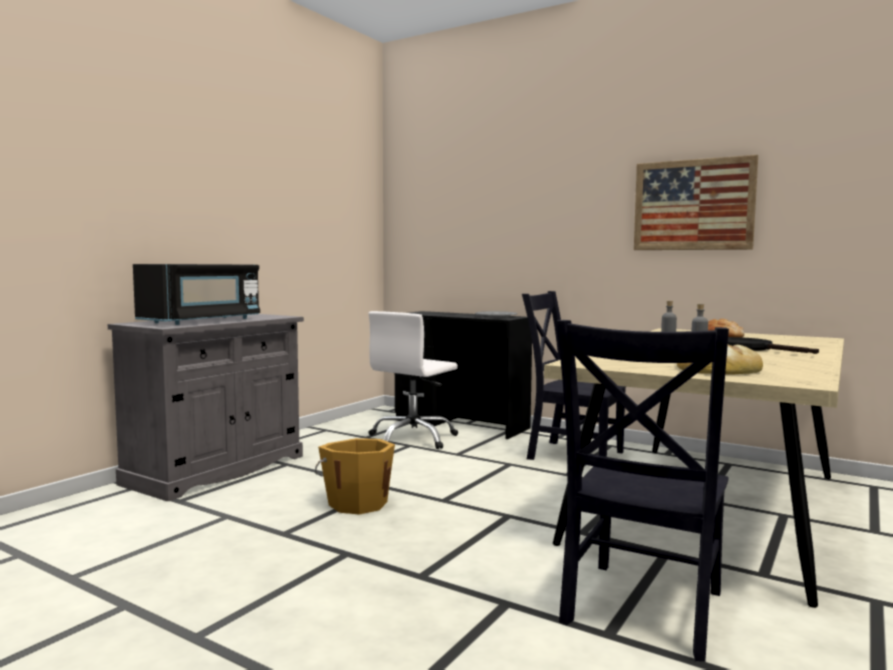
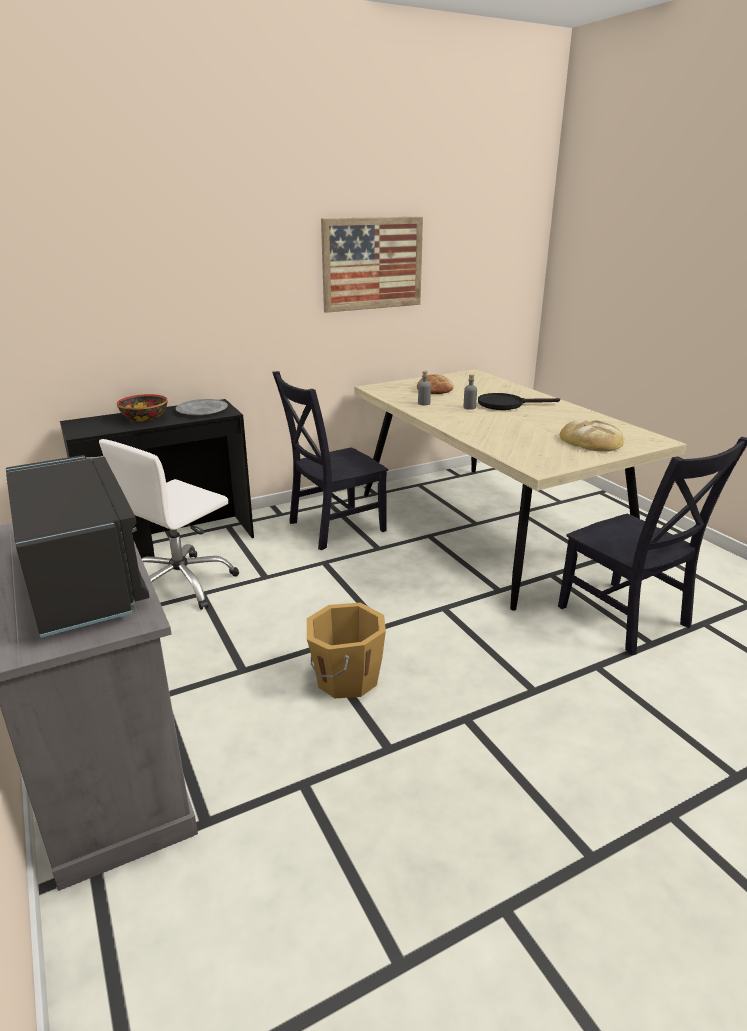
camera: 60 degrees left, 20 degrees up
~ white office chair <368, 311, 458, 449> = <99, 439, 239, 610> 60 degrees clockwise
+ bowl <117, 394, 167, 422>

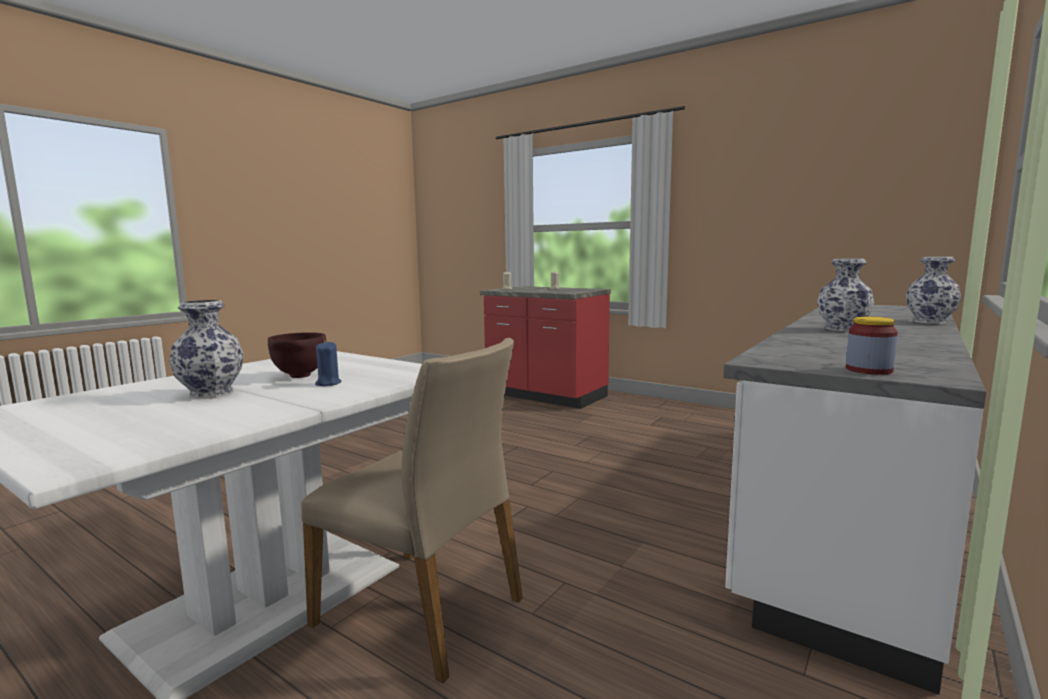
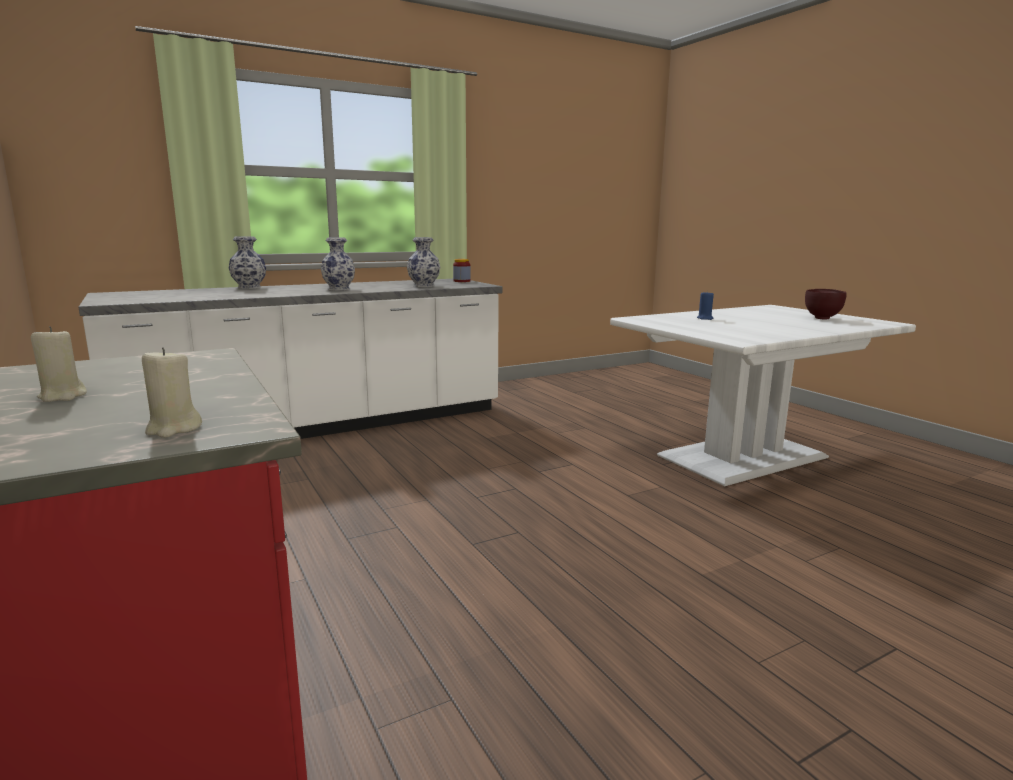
camera: 155 degrees left, 5 degrees up
~ vase <169, 300, 244, 399> to <407, 237, 440, 287>
~ brown bowl <268, 332, 326, 378> to <805, 289, 847, 319>
- beige chair <301, 338, 523, 683>

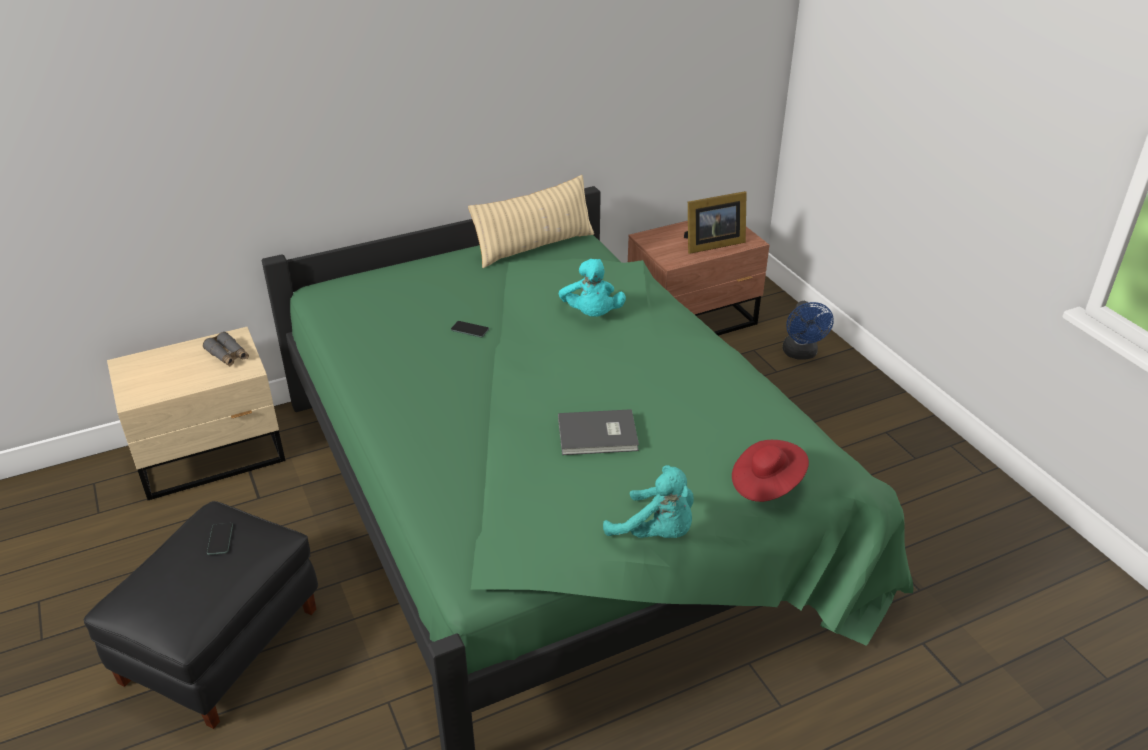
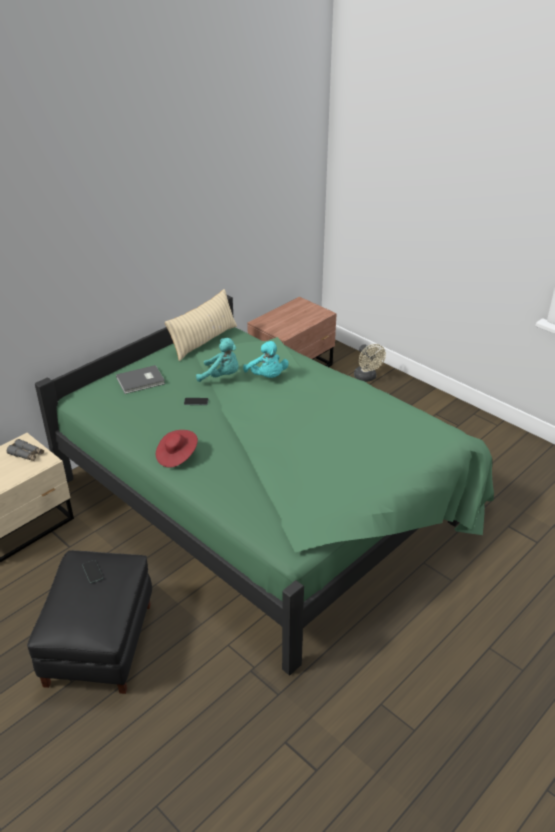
camera: 20 degrees left, 0 degrees up
~ grey book <558, 409, 639, 455> to <116, 365, 165, 394>
~ turquoise plush toy <603, 465, 694, 538> to <196, 338, 239, 382>
- picture frame <684, 191, 747, 254>
~ red hat <732, 440, 809, 502> to <156, 430, 198, 468>
~ blue fan <783, 301, 834, 360> to beige fan <354, 344, 386, 382>

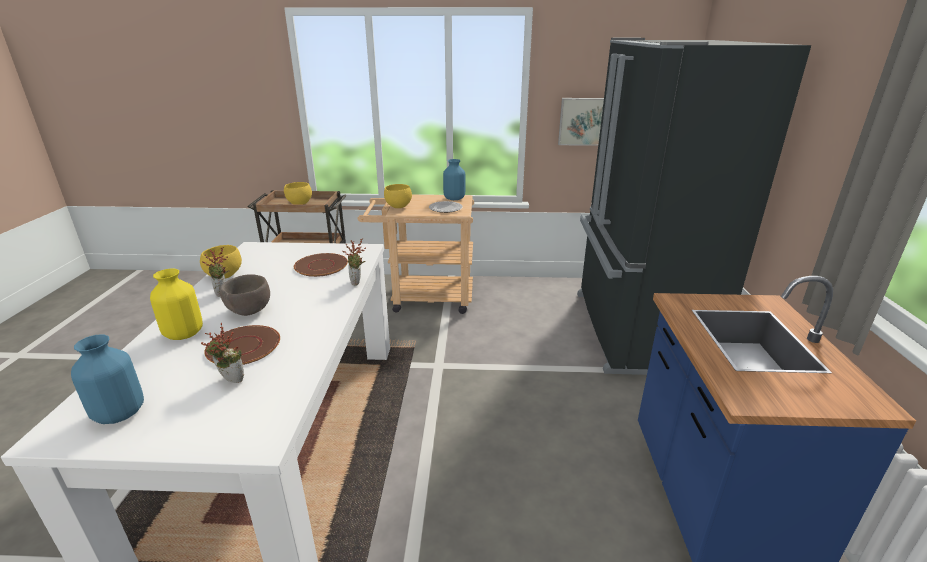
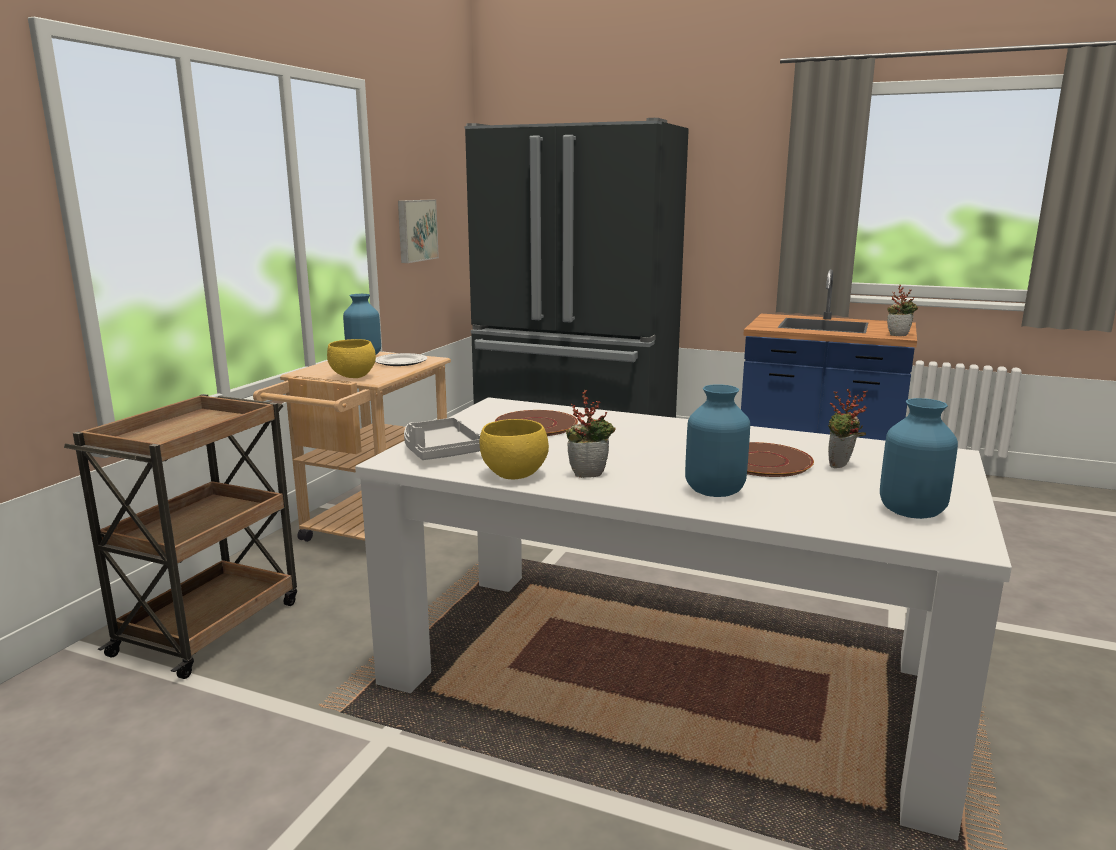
camera: 70 degrees left, 10 degrees down
~ yellow vase <150, 269, 203, 340> to blue vase <685, 384, 750, 497>
- brown bowl <220, 274, 270, 316>
- yellow bowl <284, 182, 312, 205>
~ potted plant <342, 238, 366, 286> to <887, 285, 918, 336>
+ grey tray <404, 418, 480, 460>

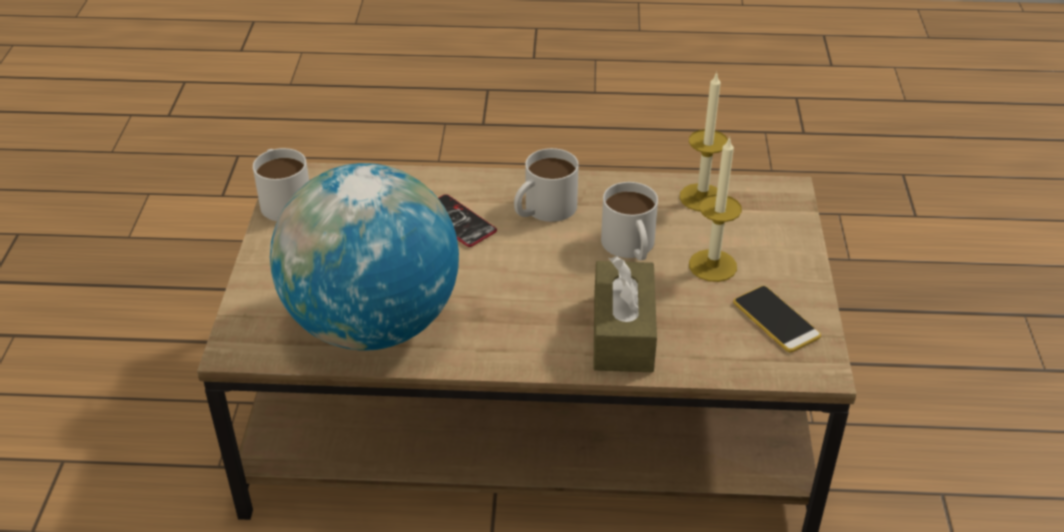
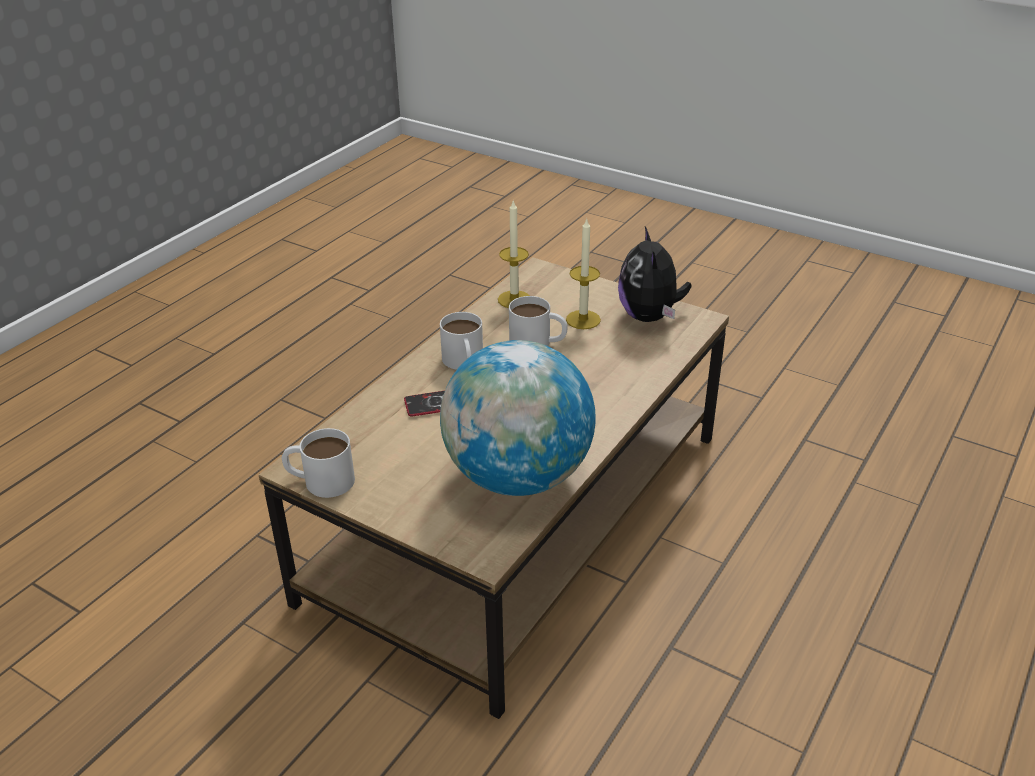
camera: 60 degrees left, 5 degrees down
- brown tissue box <593, 256, 657, 372>
~ phone <733, 286, 821, 352> to plush toy <618, 227, 692, 322>

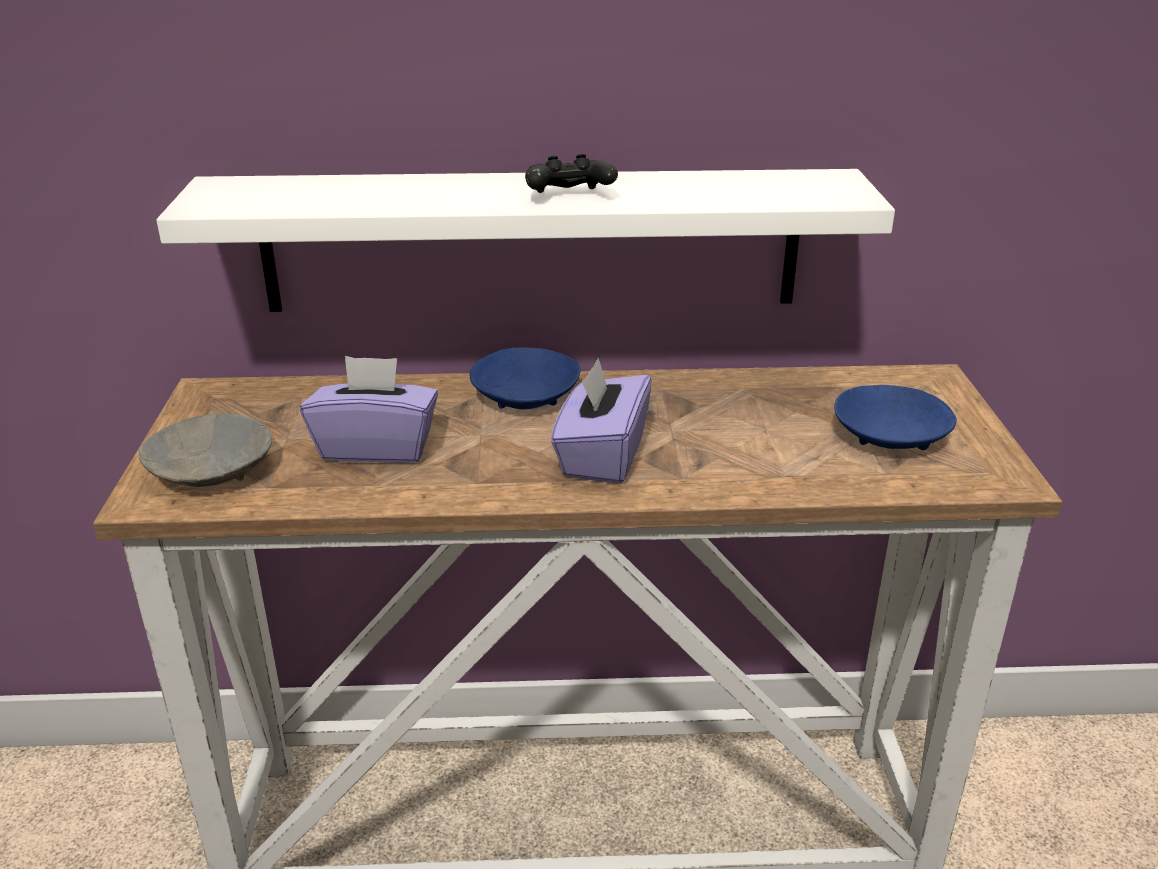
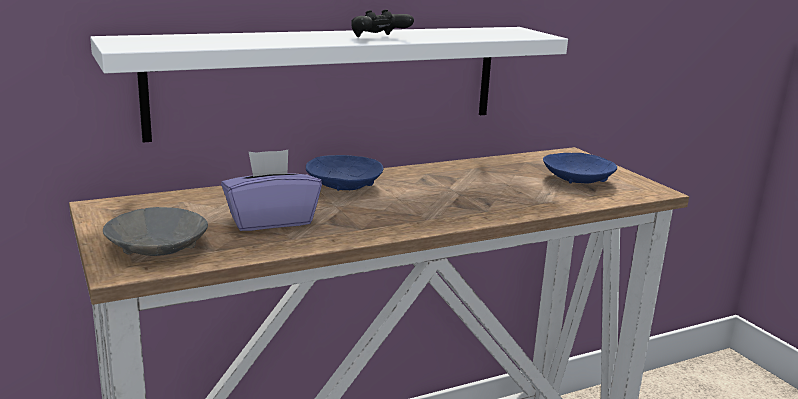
camera: 25 degrees left, 10 degrees down
- purple tissue box <551, 358, 652, 484>

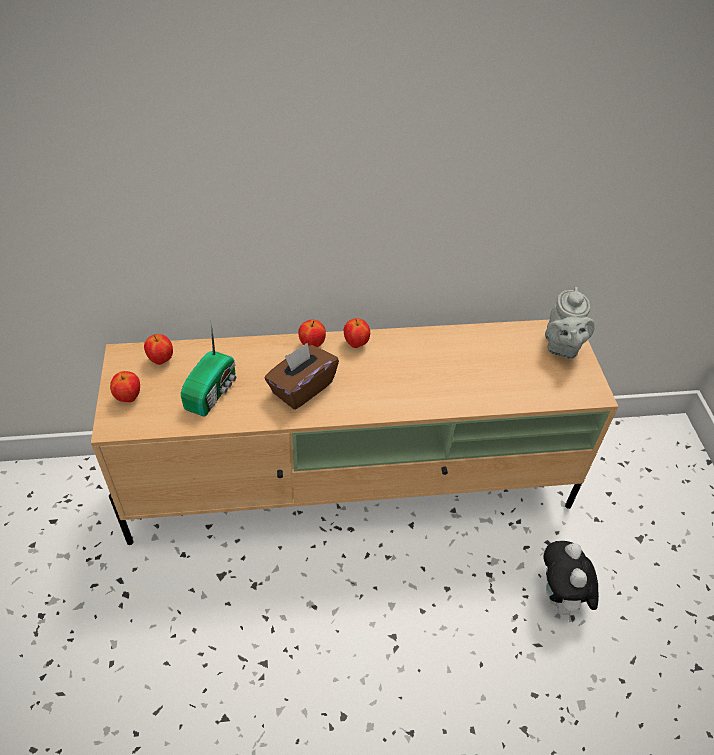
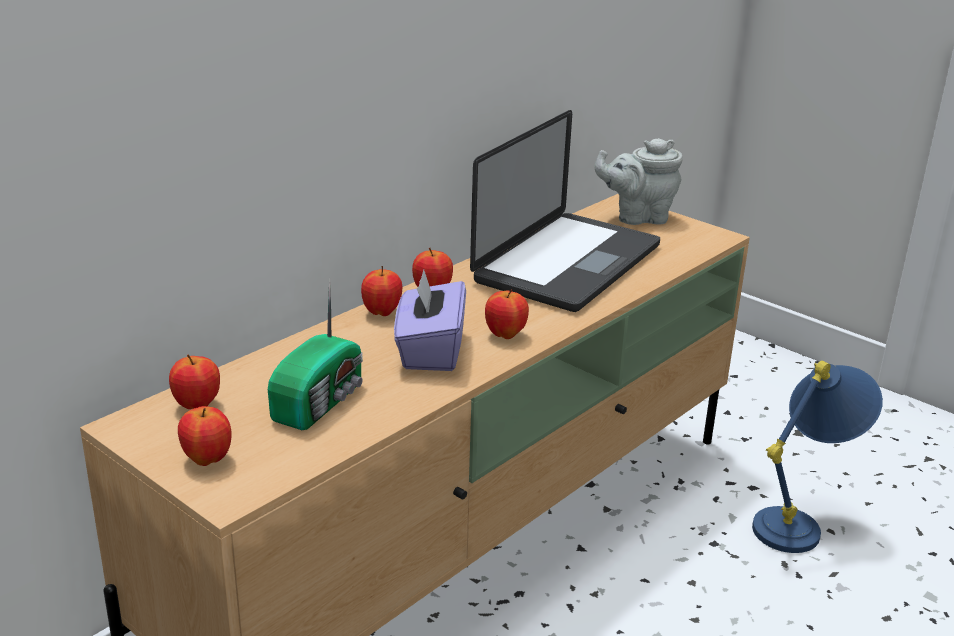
camera: 40 degrees left, 20 degrees down
~ radio <181, 321, 236, 417> = <268, 278, 363, 430> 45 degrees clockwise
~ brown tissue box <265, 342, 339, 410> to purple tissue box <394, 269, 466, 371>
~ plush toy <543, 541, 599, 622> to blue table lamp <752, 360, 883, 553>
~ grey teapot <545, 287, 595, 359> = <595, 138, 683, 225> 120 degrees clockwise
+ laptop <470, 110, 660, 312>
+ apple <485, 289, 529, 339>

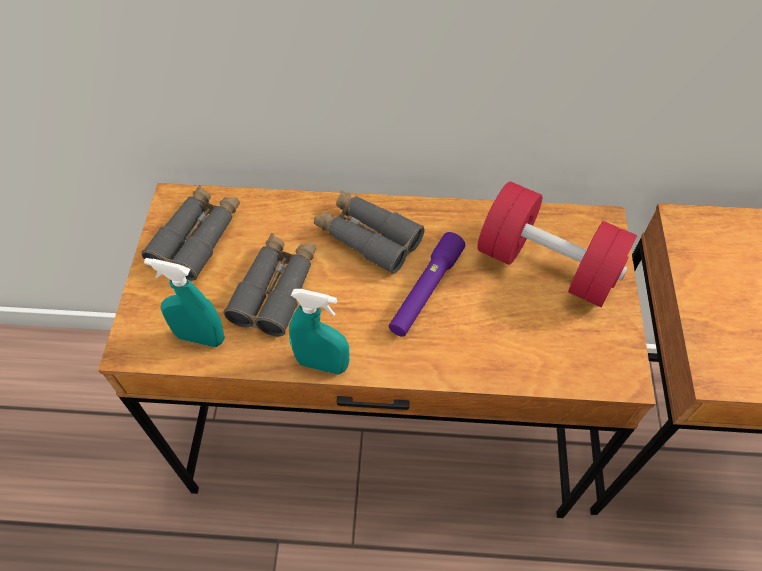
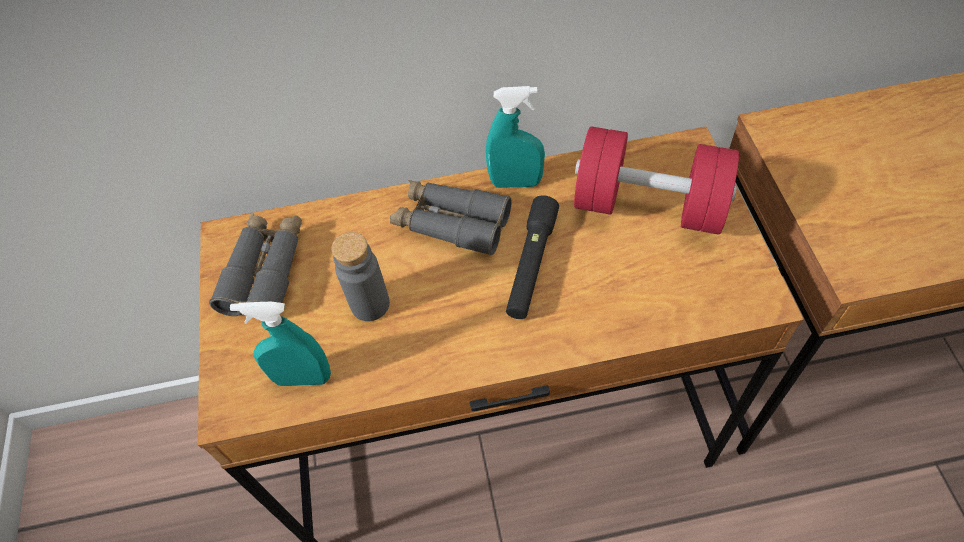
camera: 10 degrees left, 0 degrees up
~ grey binoculars <224, 233, 316, 337> to grey bottle <331, 232, 390, 321>
~ turquoise spray bottle <289, 289, 349, 374> to <486, 86, 545, 188>
~ purple flashlight <389, 232, 465, 337> to black flashlight <506, 195, 559, 319>

